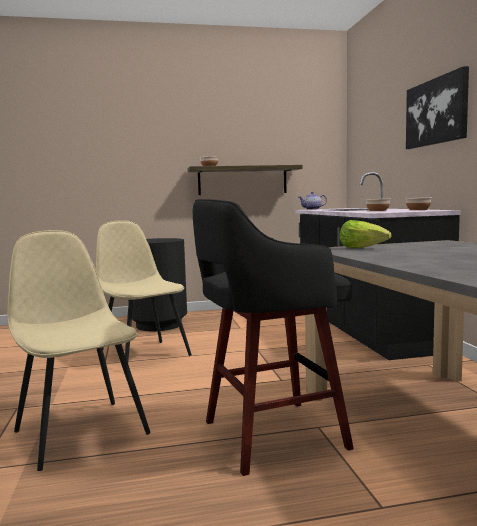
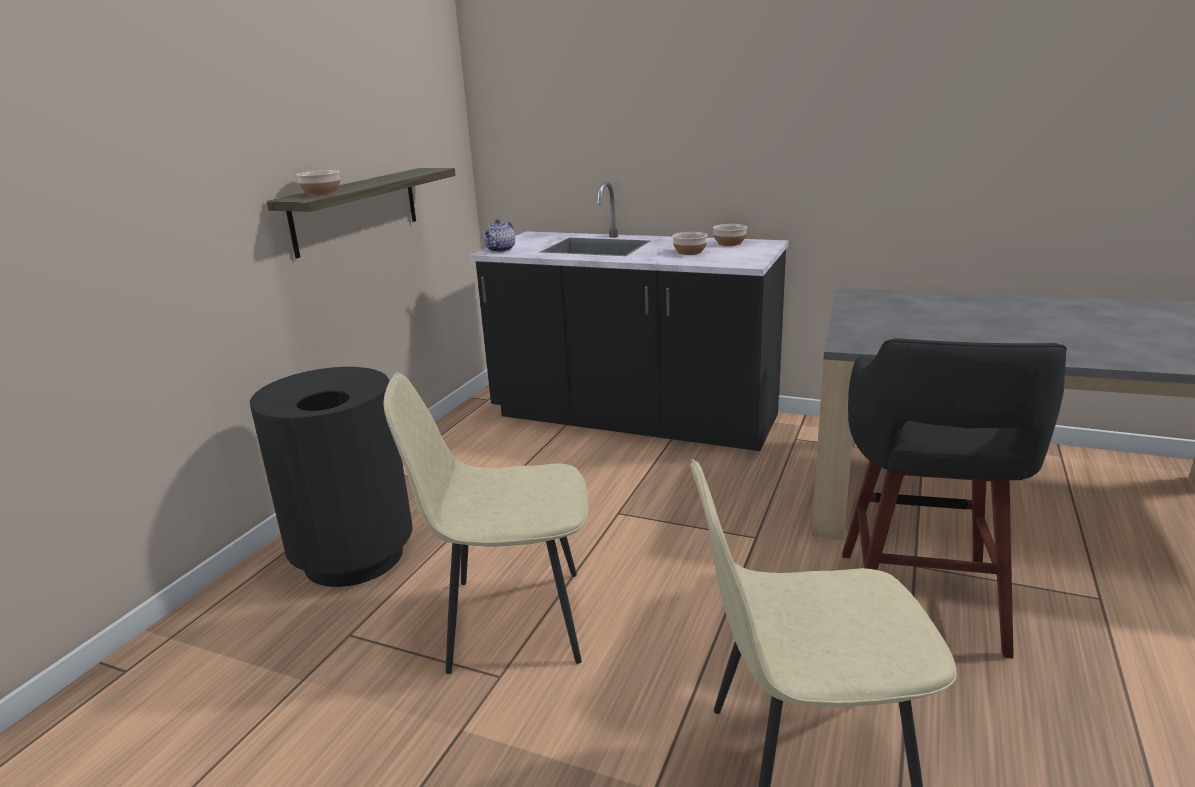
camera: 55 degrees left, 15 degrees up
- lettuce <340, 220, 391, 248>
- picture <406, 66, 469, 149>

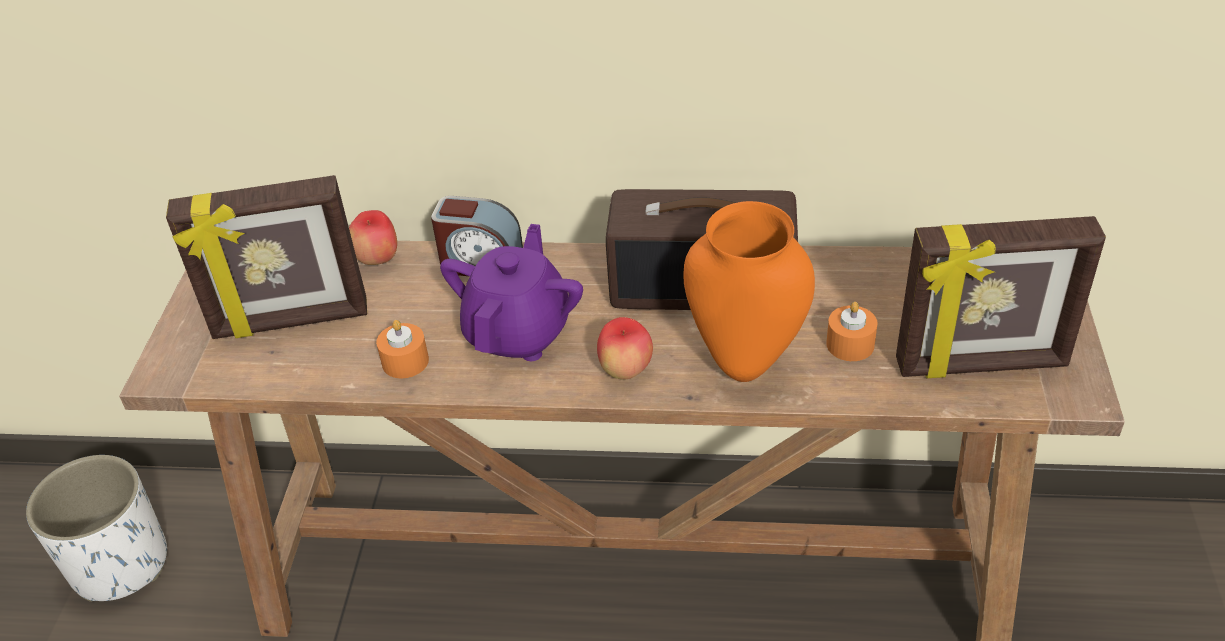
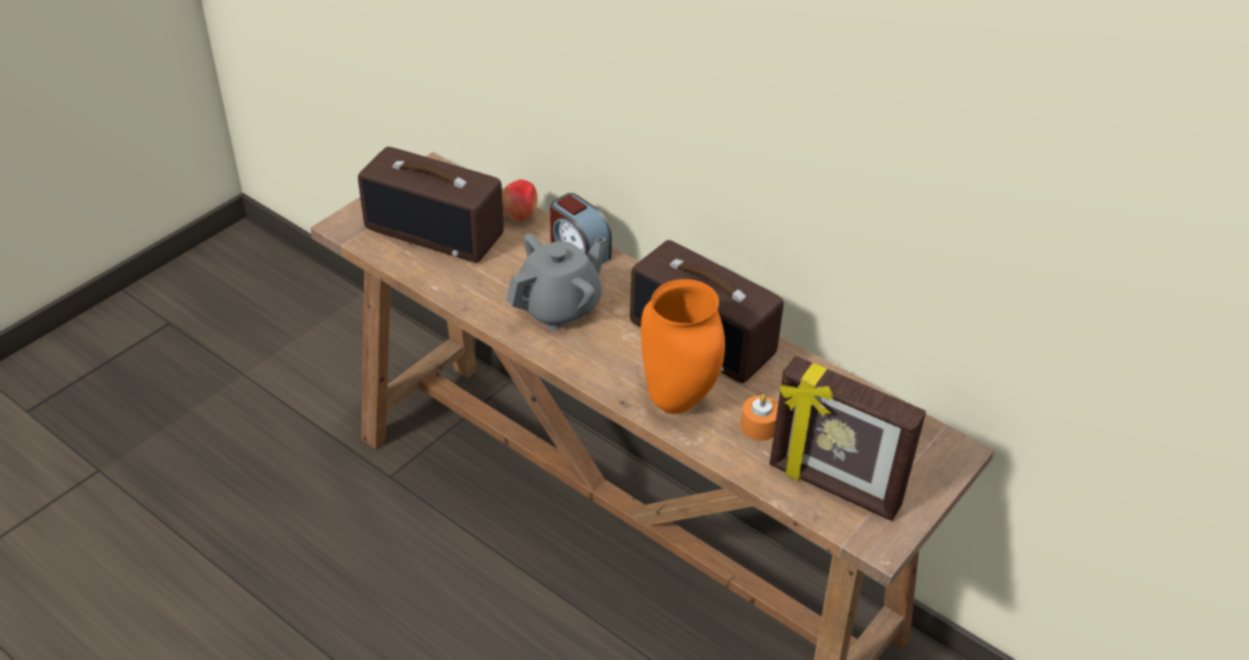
camera: 30 degrees right, 0 degrees up
- white planter <26, 455, 167, 602>
~ picture frame <166, 175, 367, 339> to radio <358, 147, 504, 263>
- orange candle <376, 320, 429, 378>
~ purple teapot <440, 224, 583, 361> to grey teapot <506, 233, 607, 330>
- apple <597, 317, 653, 380>

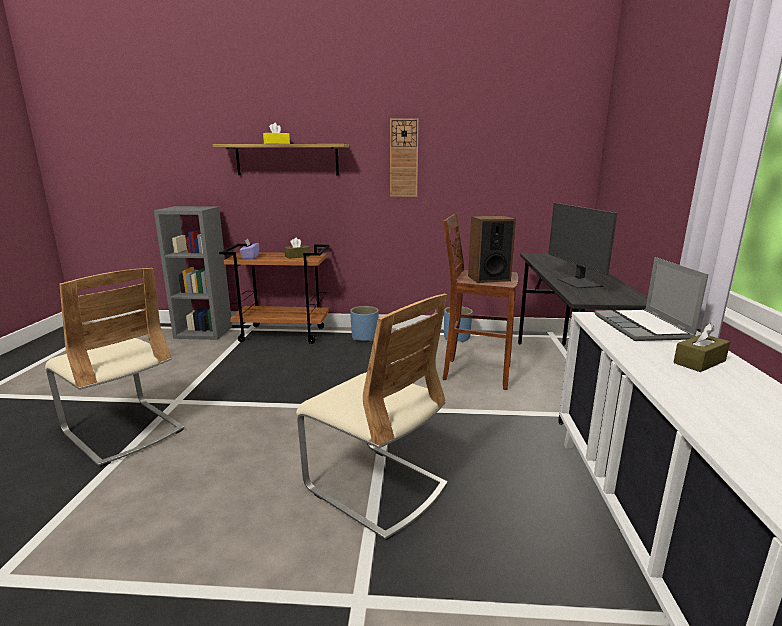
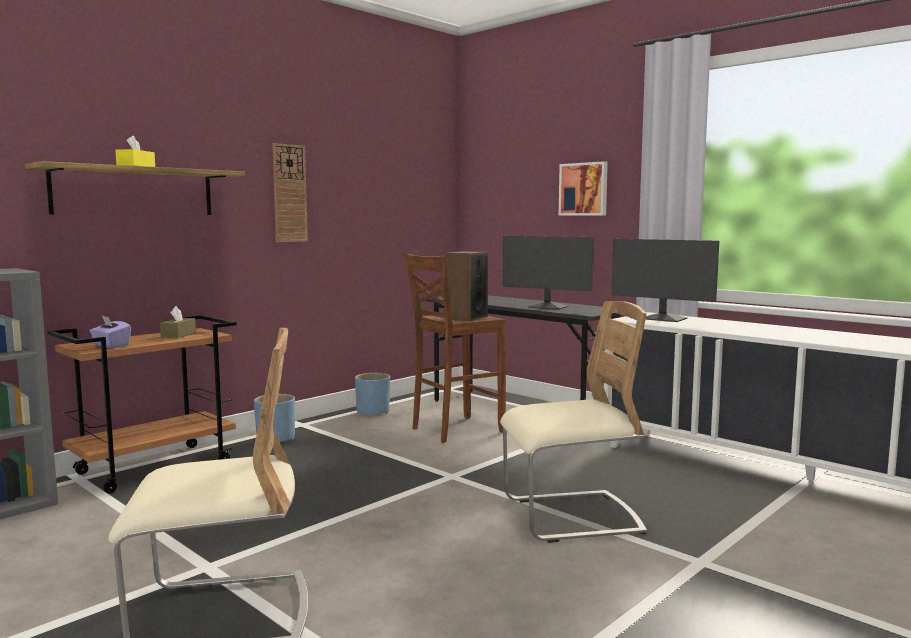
camera: 50 degrees left, 10 degrees down
~ laptop <595, 257, 708, 341> to monitor <612, 239, 719, 322>
- brown tissue box <673, 323, 730, 372>
+ picture <559, 161, 608, 216>

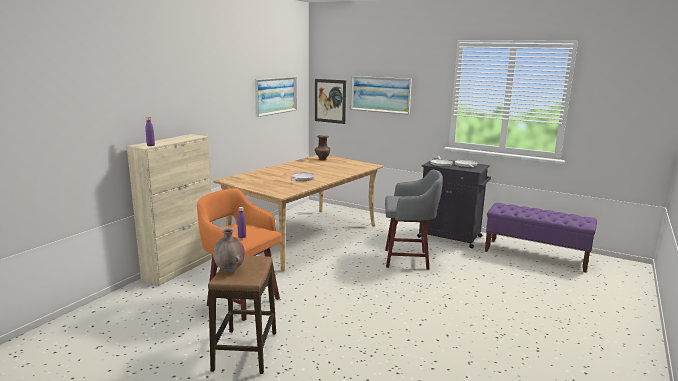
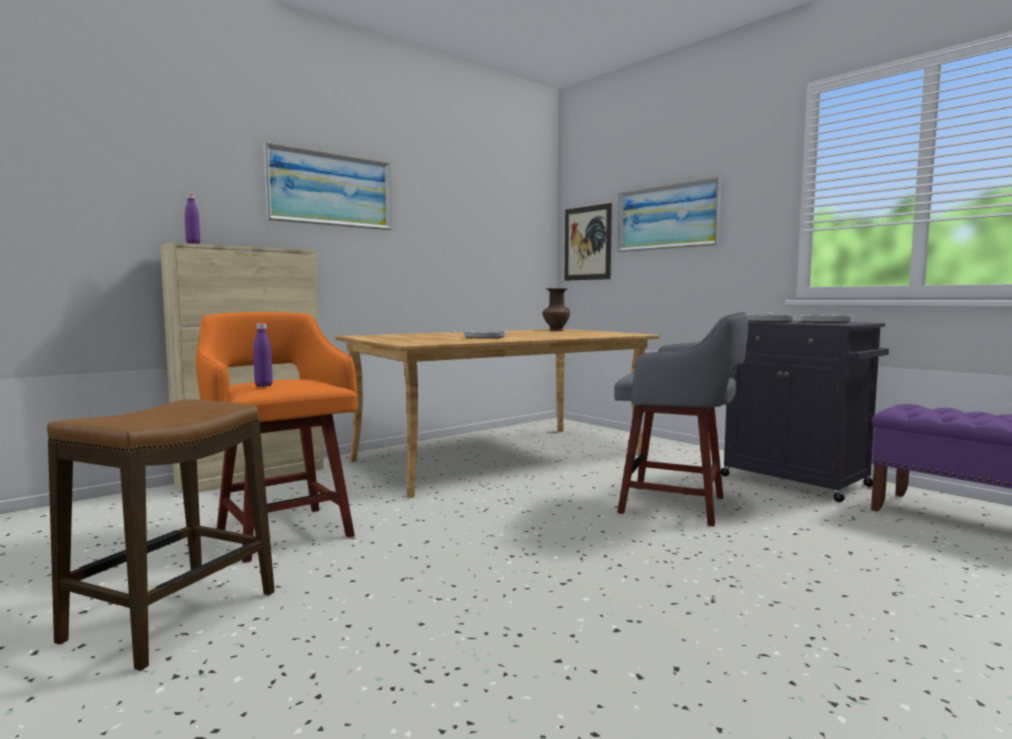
camera: 20 degrees right, 10 degrees down
- brown vase <213, 227, 245, 272>
~ picture <255, 77, 297, 117> to <263, 142, 392, 230>

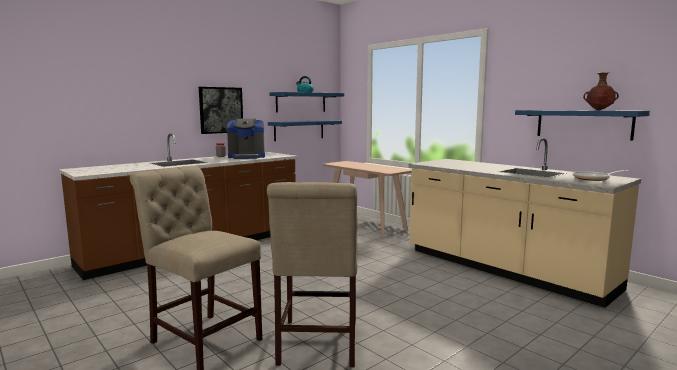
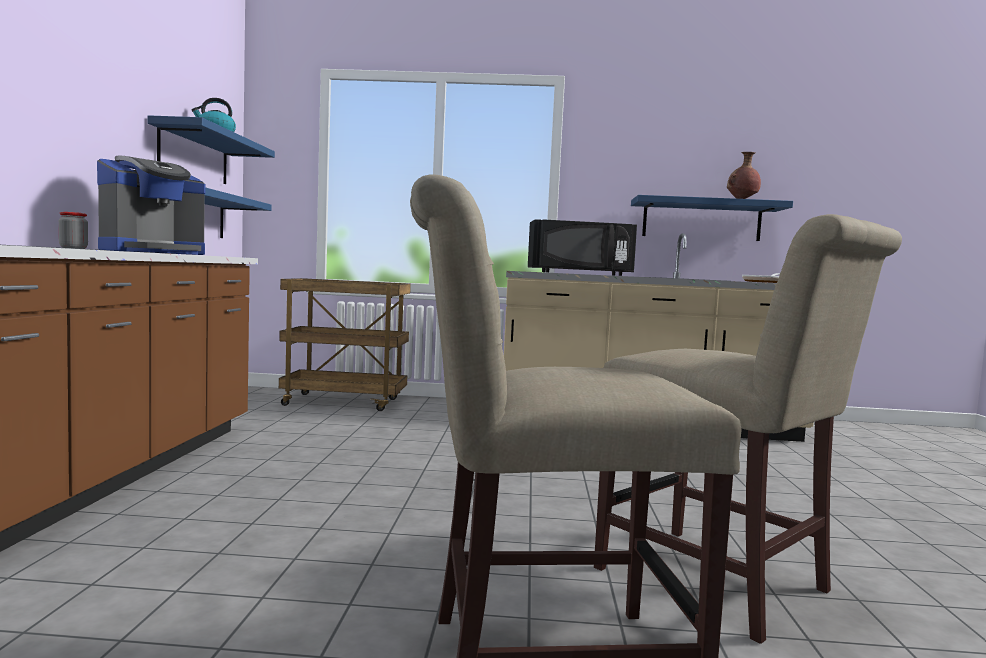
camera: 45 degrees left, 5 degrees down
- picture <199, 87, 243, 134>
~ beige console table <323, 161, 412, 237> to brown cart <279, 278, 411, 411>
+ black microwave <528, 219, 637, 276>

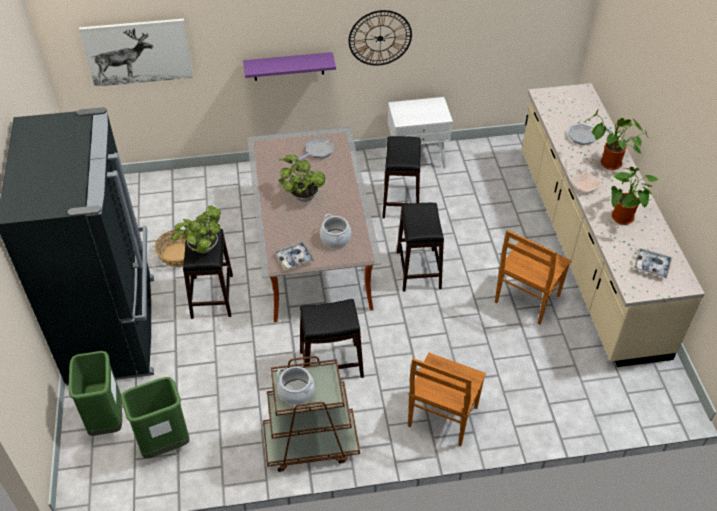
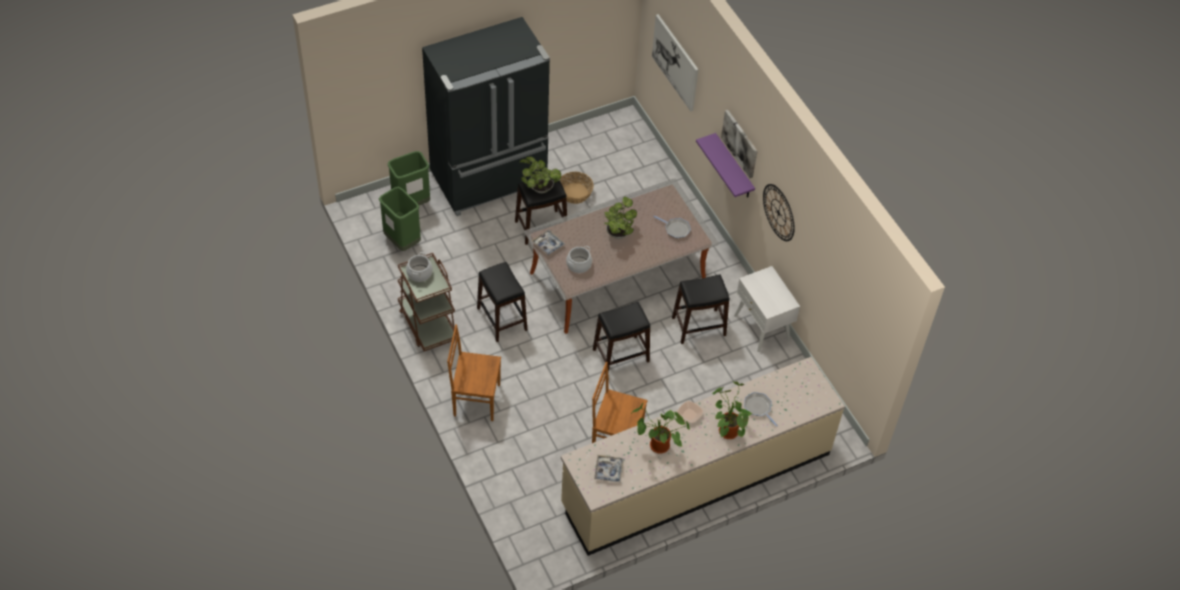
camera: 70 degrees right, 5 degrees up
+ picture <721, 110, 758, 178>

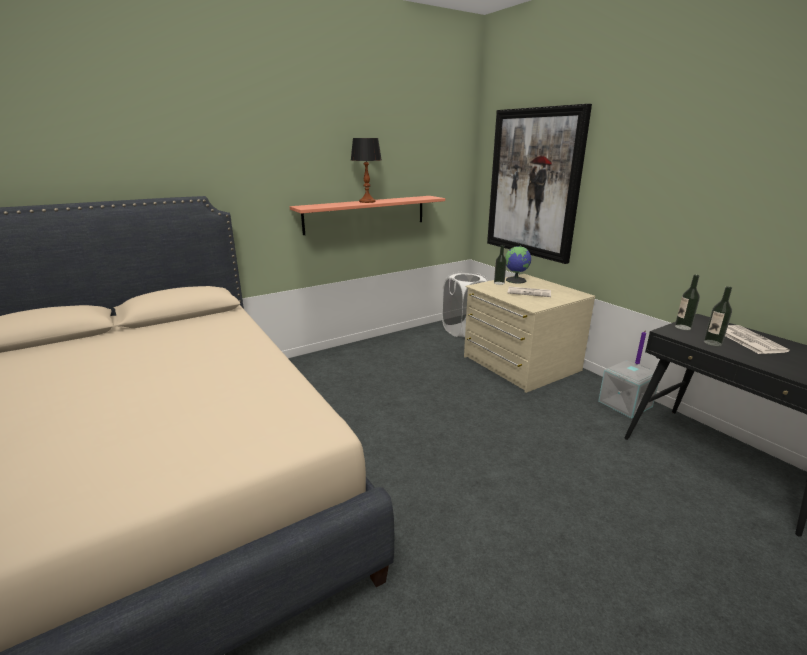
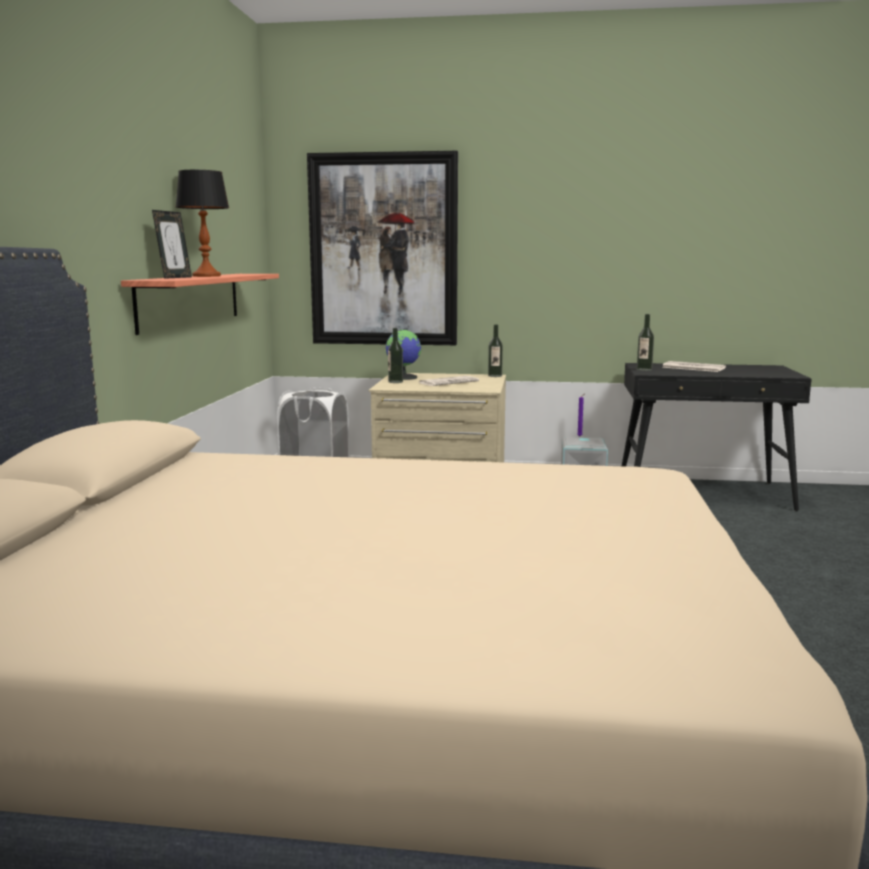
camera: 50 degrees left, 10 degrees down
~ bottle <704, 286, 732, 346> to <488, 324, 503, 377>
+ picture frame <152, 210, 192, 279>

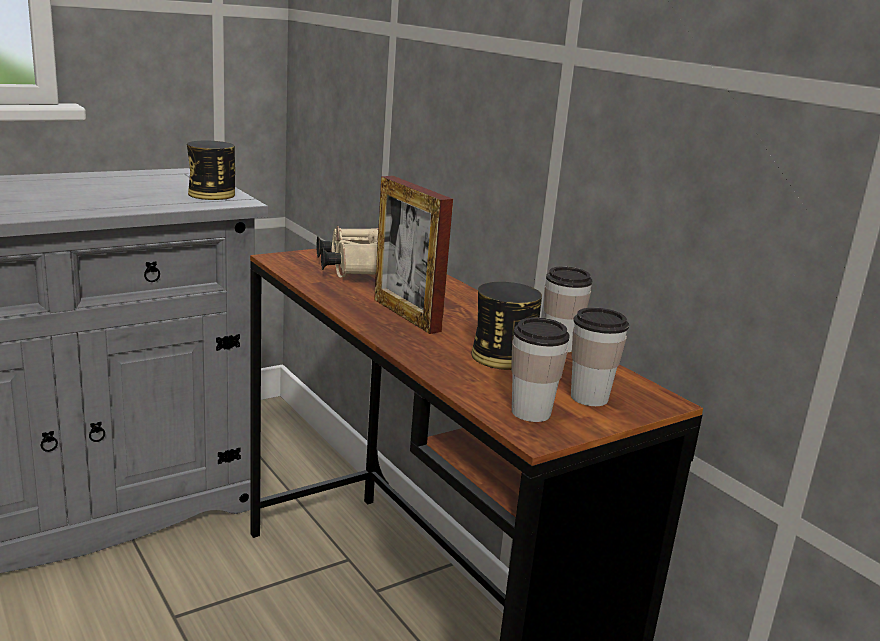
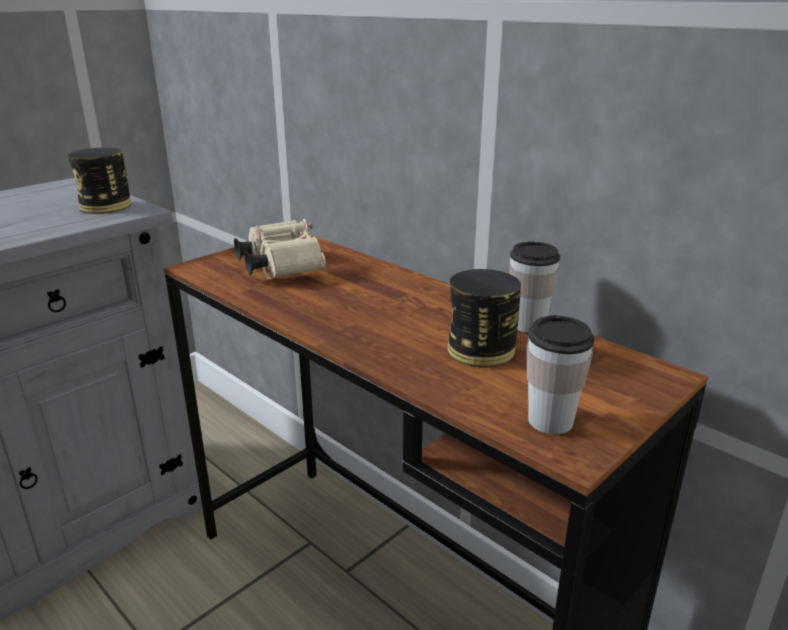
camera: 10 degrees left, 5 degrees up
- picture frame <374, 176, 453, 334>
- cup <571, 308, 629, 406>

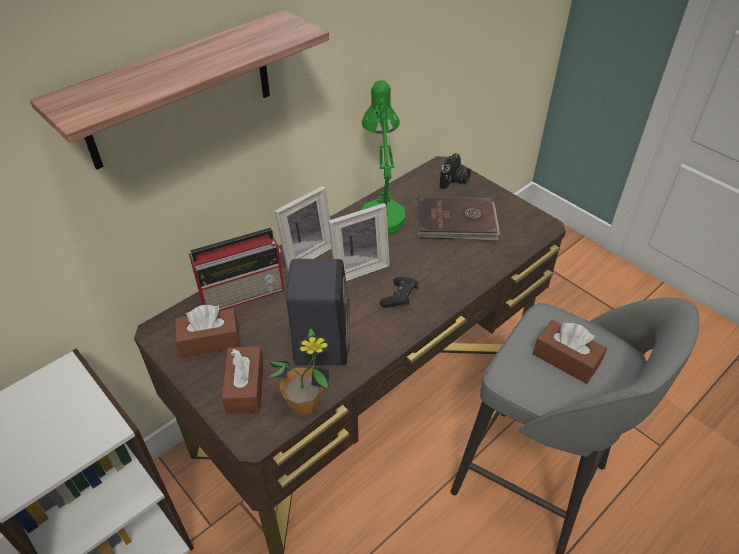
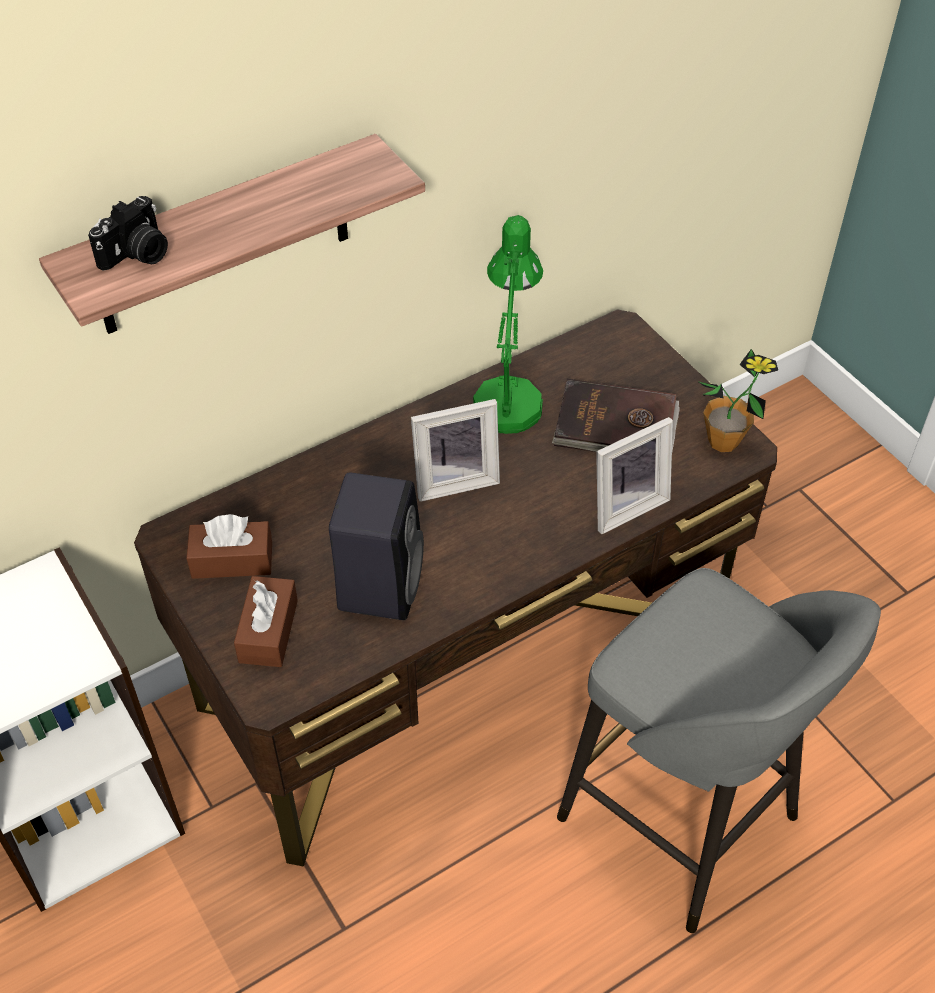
camera: 10 degrees right, 5 degrees up
- radio <189, 228, 284, 311>
~ potted plant <269, 328, 329, 416> to <697, 349, 778, 452>
~ picture frame <274, 186, 332, 271> to <596, 417, 673, 534>
- black game controller <380, 277, 418, 308>
~ photo camera <439, 153, 471, 189> to <88, 196, 168, 271>
- brown tissue box <533, 320, 607, 384>

